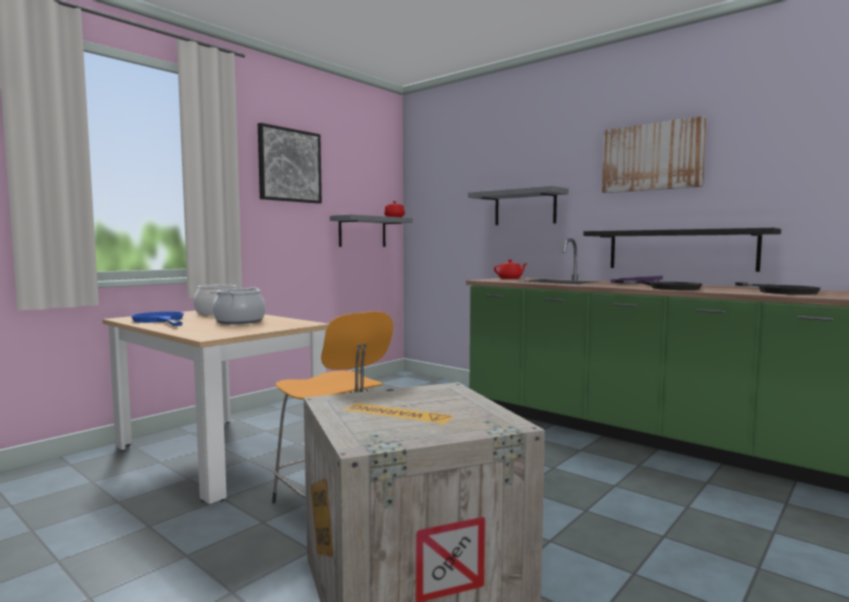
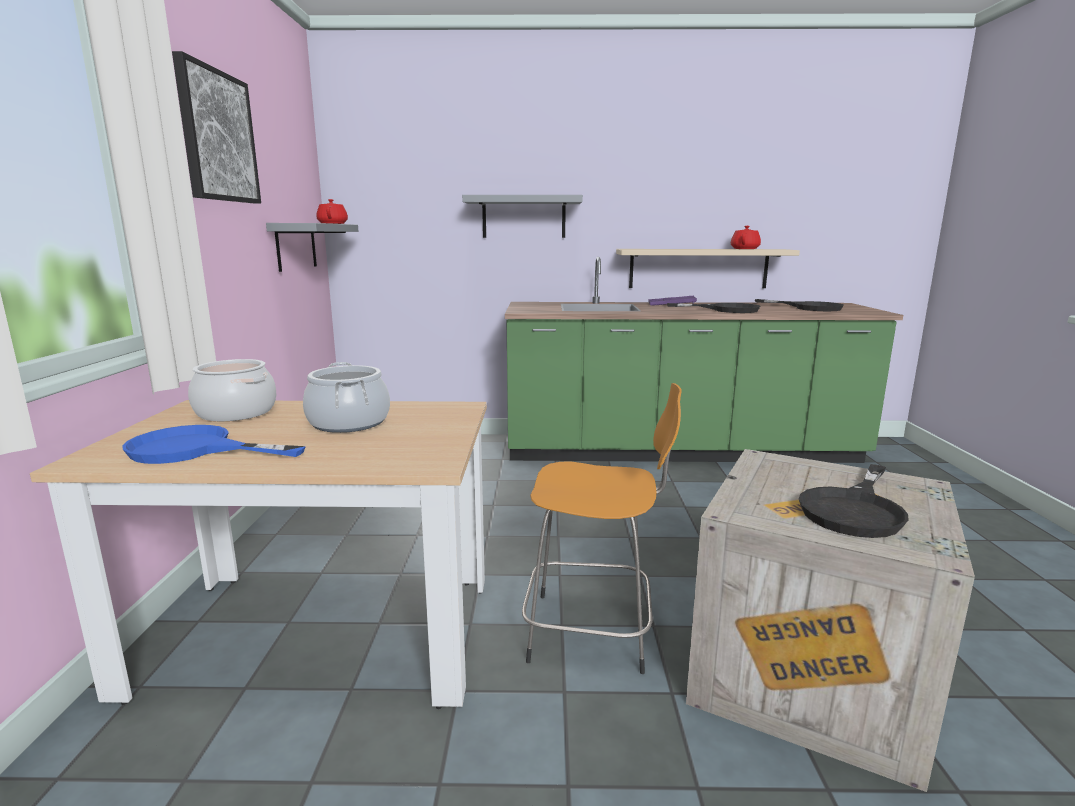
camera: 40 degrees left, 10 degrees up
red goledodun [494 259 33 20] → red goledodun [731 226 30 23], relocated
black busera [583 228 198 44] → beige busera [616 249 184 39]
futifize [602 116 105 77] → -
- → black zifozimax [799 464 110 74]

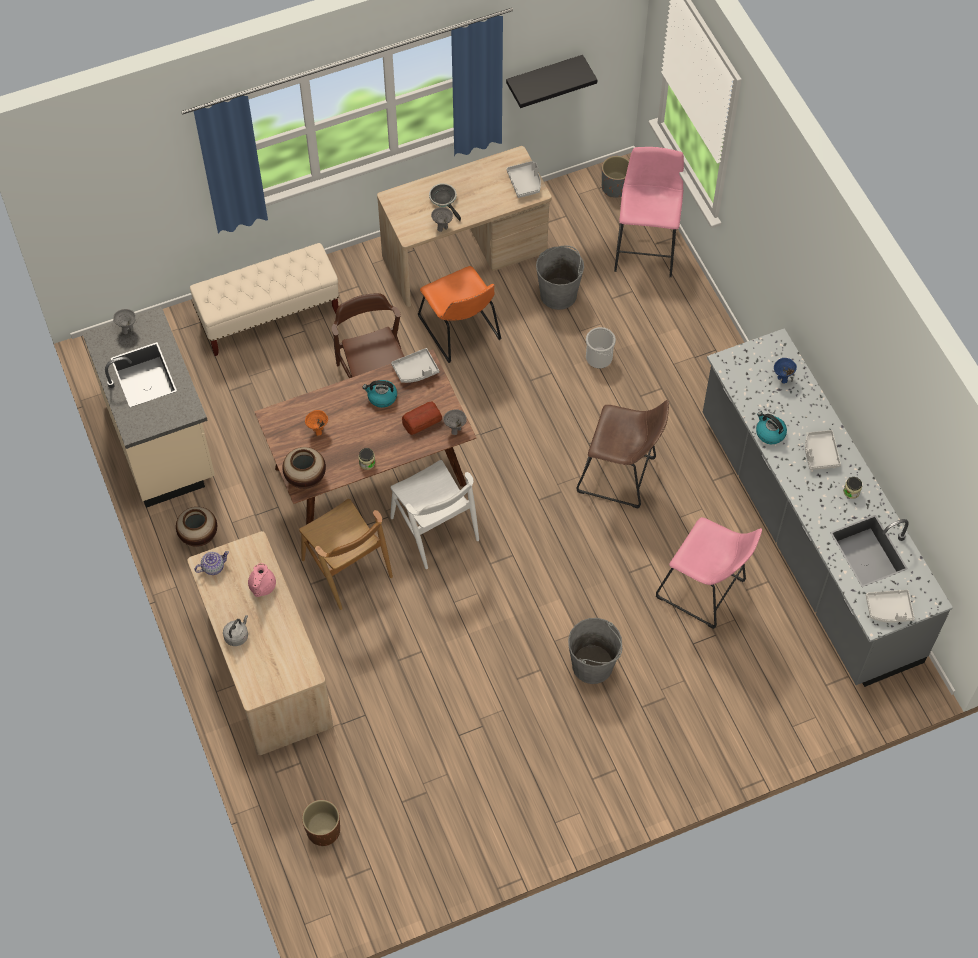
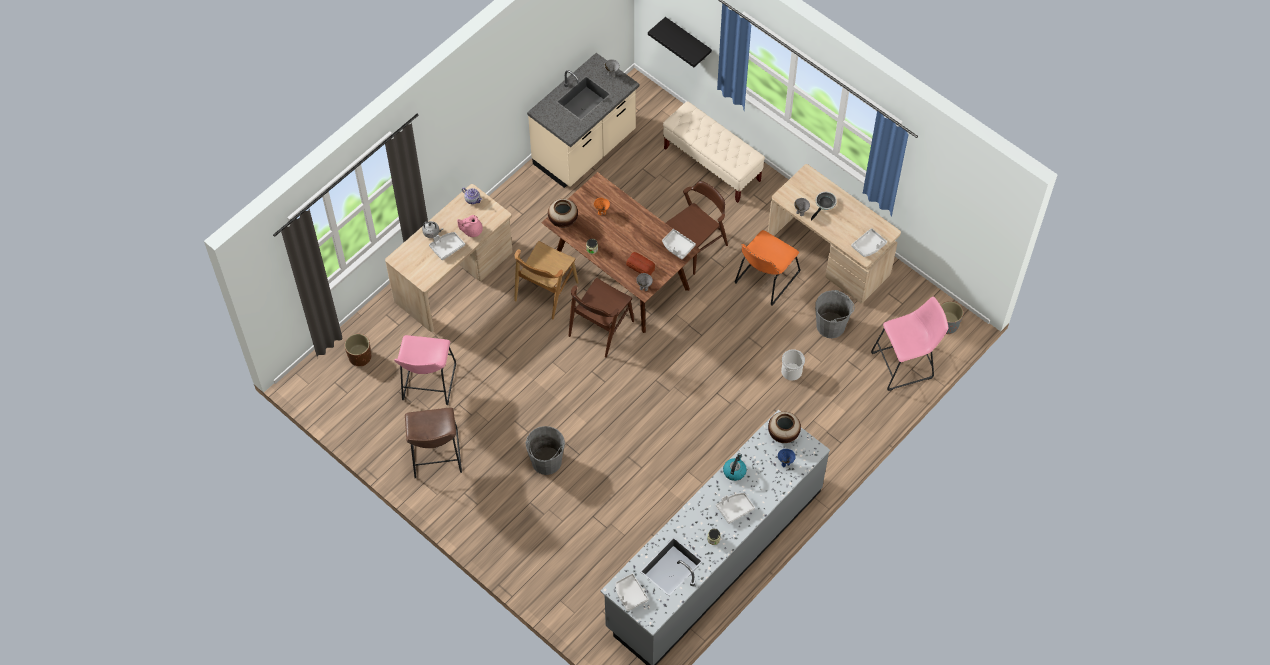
camera: 65 degrees right, 0 degrees up
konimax [176 507 41 40] → konimax [768 412 33 31], relocated
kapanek [362 380 35 28] → -
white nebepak [390 460 89 109] → brown nebepak [569 278 65 80]
black busera [506 55 91 53] → black busera [648 17 64 50], relocated
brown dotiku [577 400 92 108] → brown dotiku [405 408 57 70], relocated
pink dotiku [656 517 106 112] → pink dotiku [394 335 62 70], relocated
- → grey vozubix [429 232 36 28]

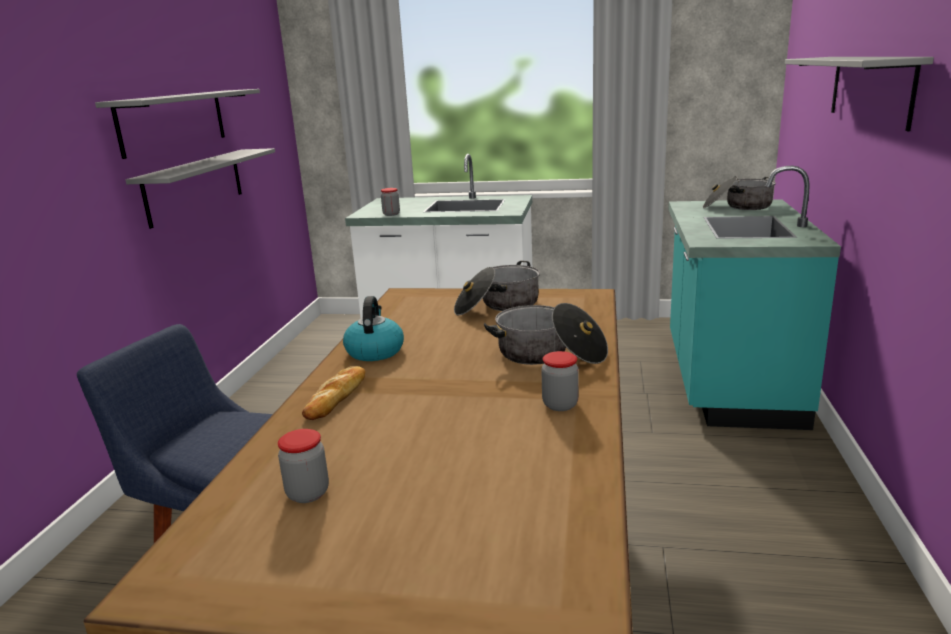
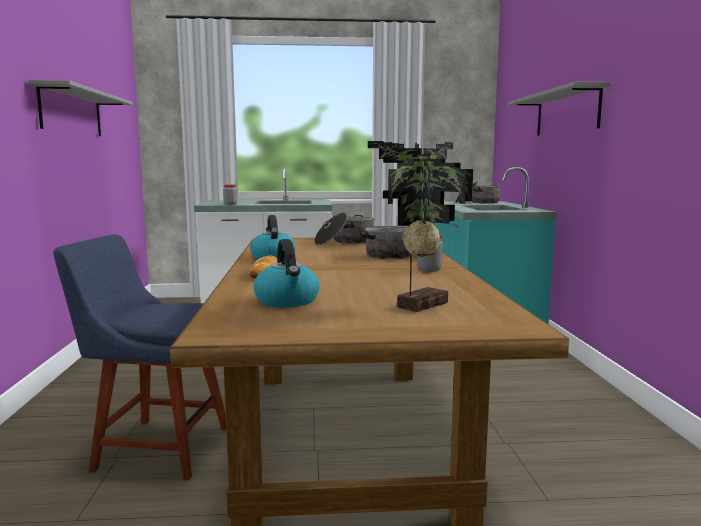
camera: 15 degrees left, 10 degrees down
grey busera [125 148 150 81] → -
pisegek [278 429 51 74] → kapanek [254 239 66 68]
- → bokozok [368 141 105 171]

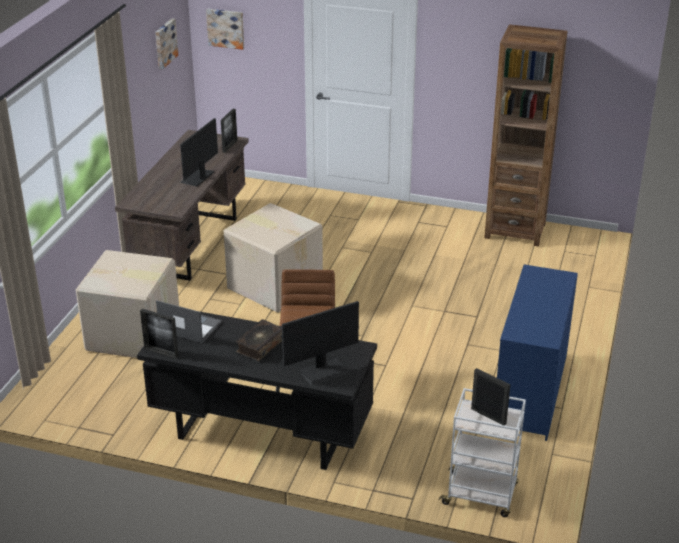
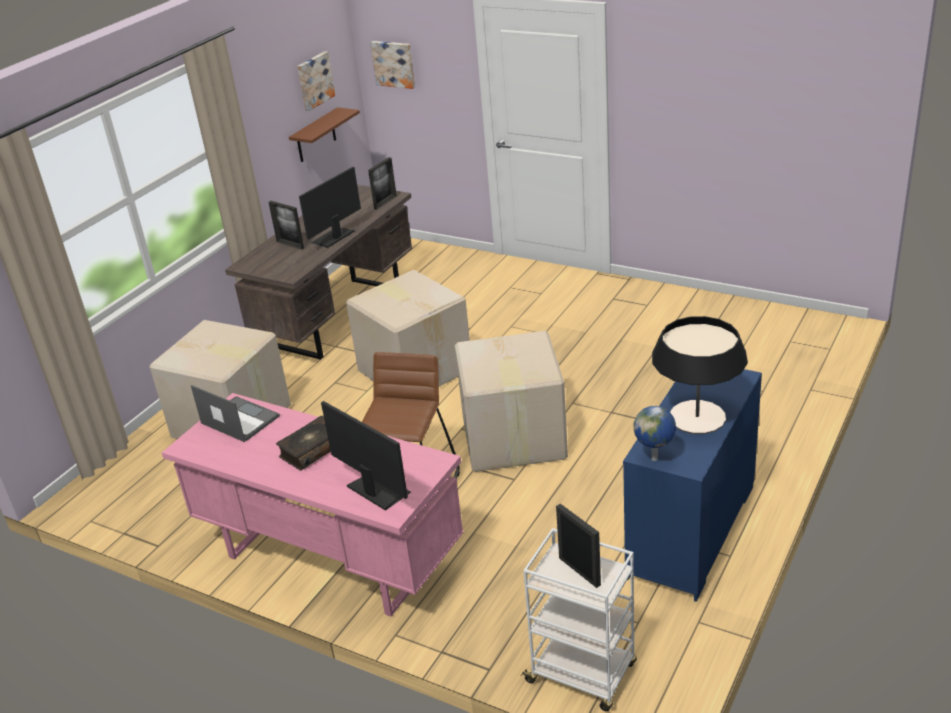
camera: 15 degrees right, 0 degrees up
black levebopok [137 311 240 159] → pink levebopok [162 393 301 224]
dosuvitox [140 309 39 50] → dosuvitox [269 201 35 49], relocated
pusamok [282 301 77 85] → pusamok [321 401 90 110], 120 degrees counterclockwise
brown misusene [484 25 83 222] → -
- → brown busera [289 107 71 55]
- → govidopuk [455 331 113 141]
- → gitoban [633 406 43 55]
- → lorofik [652 316 96 118]

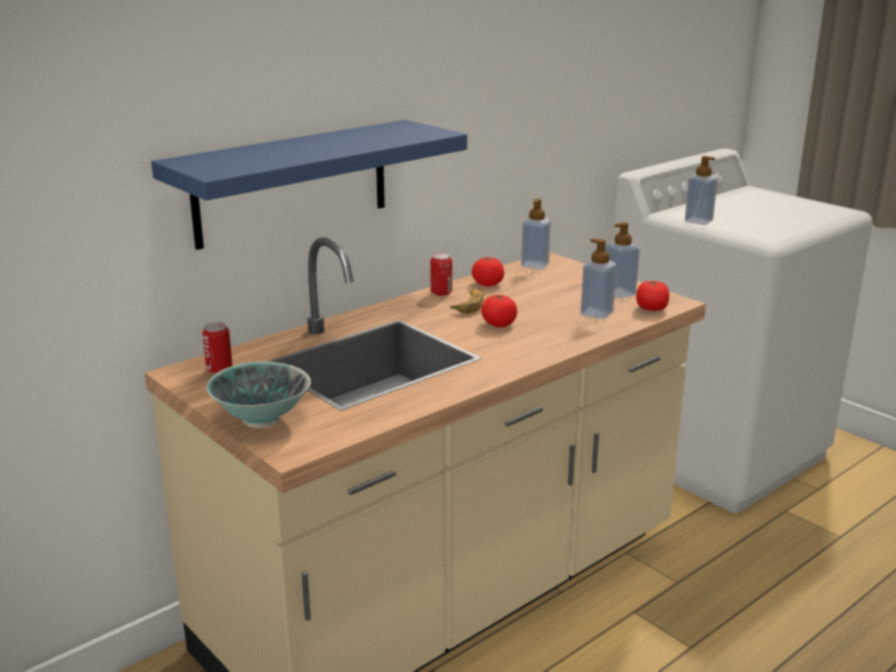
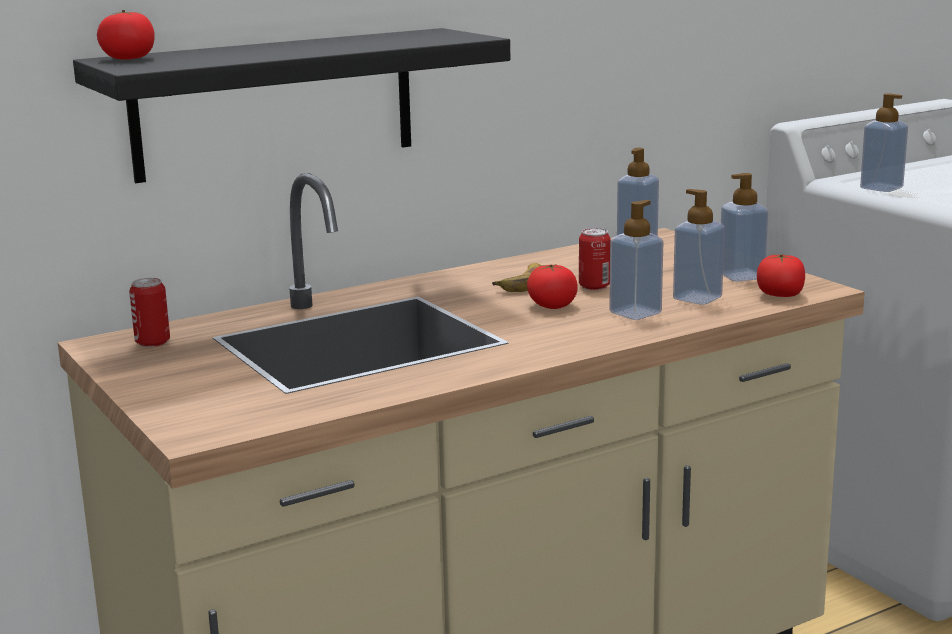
camera: 10 degrees right, 5 degrees down
blue busera [151 120 316 130] → black busera [73 28 437 155]
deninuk [207 361 104 67] → -
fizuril [430 253 22 43] → fizuril [579 228 32 62], relocated
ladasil [472 257 32 29] → ladasil [97 10 58 50], relocated
- → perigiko [609 200 54 120]

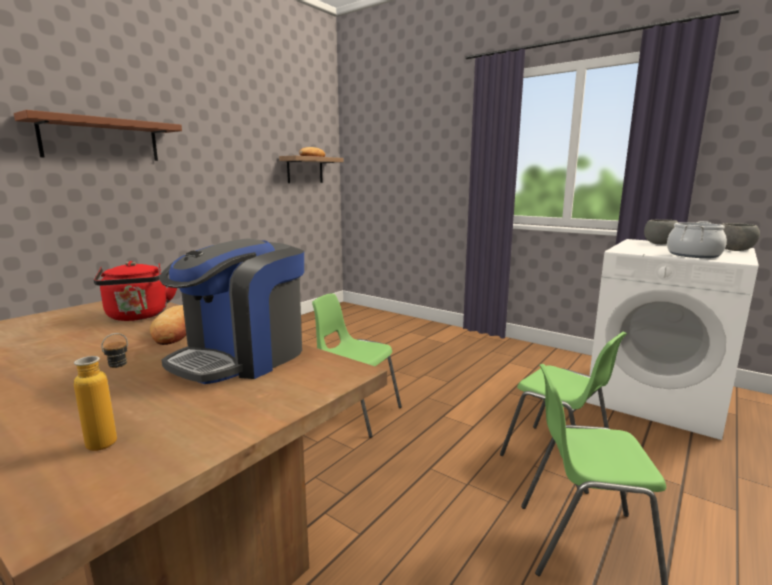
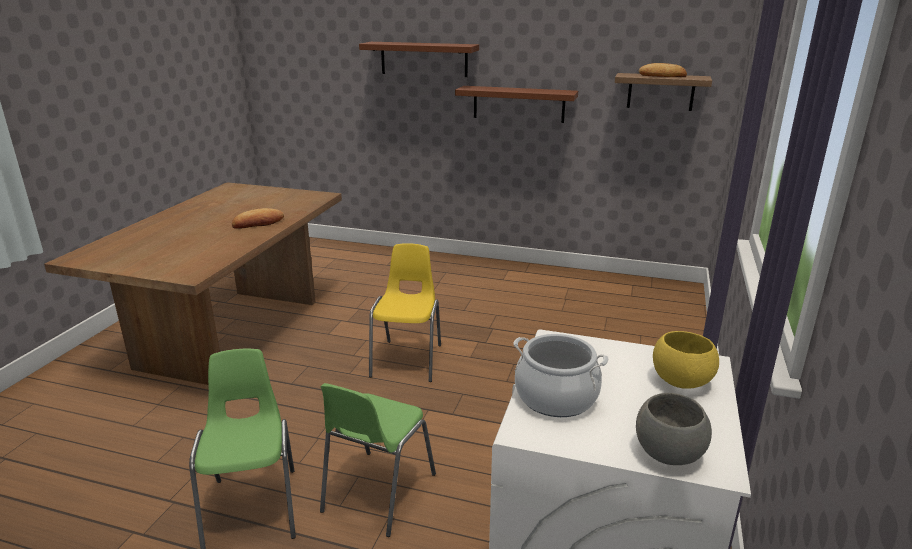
camera: 70 degrees right, 10 degrees up
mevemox [74 333 54 118] → -
red kapanek [94 261 83 60] → -
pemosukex [159 239 145 145] → -
green nebepak [312 293 90 145] → yellow nebepak [369 243 72 139]
grey deninuk [644 219 34 25] → yellow deninuk [653 331 66 58]
- → brown busera [455 86 123 37]

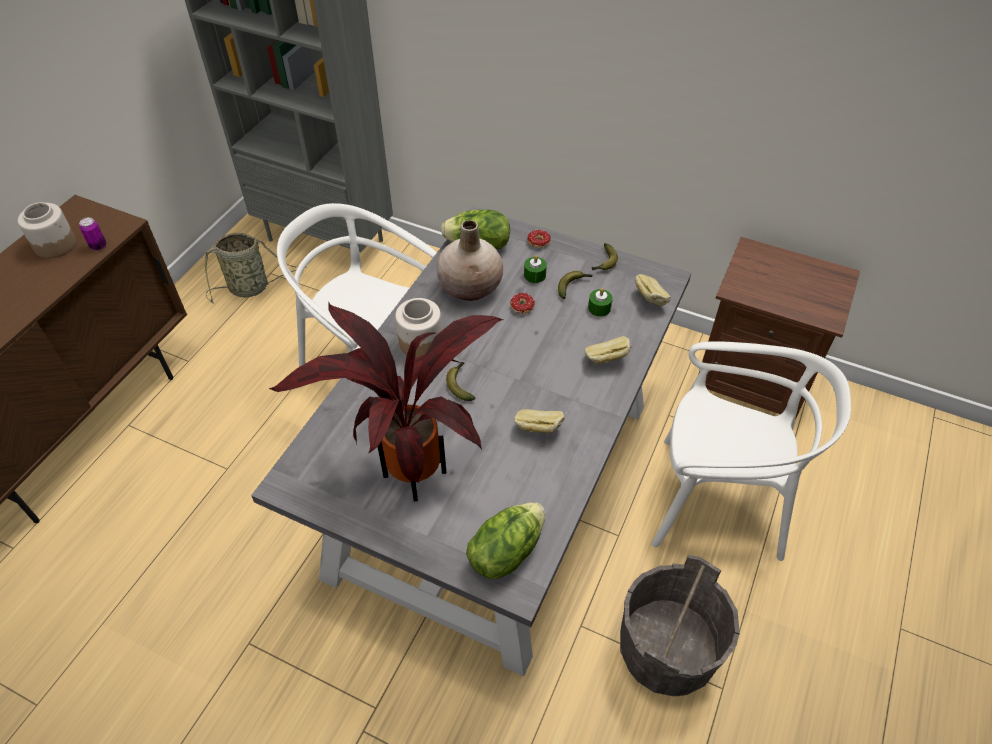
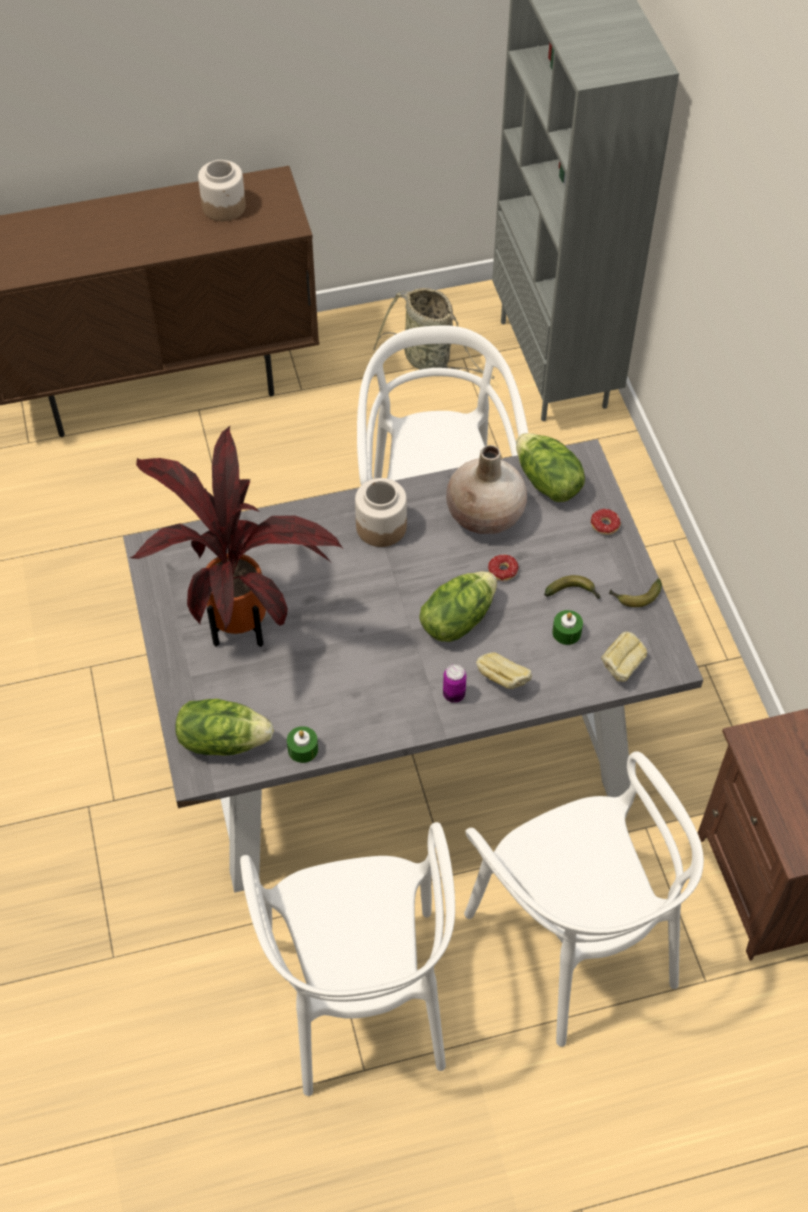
camera: 50 degrees right, 5 degrees up
fizuril [79 217 27 33] → fizuril [443 664 24 39], relocated
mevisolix [446 362 29 39] → -
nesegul [514 409 51 25] → -
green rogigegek [524 255 23 28] → green rogigegek [287 726 31 37], relocated
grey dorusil [620 555 120 141] → white nebepak [240 822 215 274]
- → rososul [420 571 77 71]

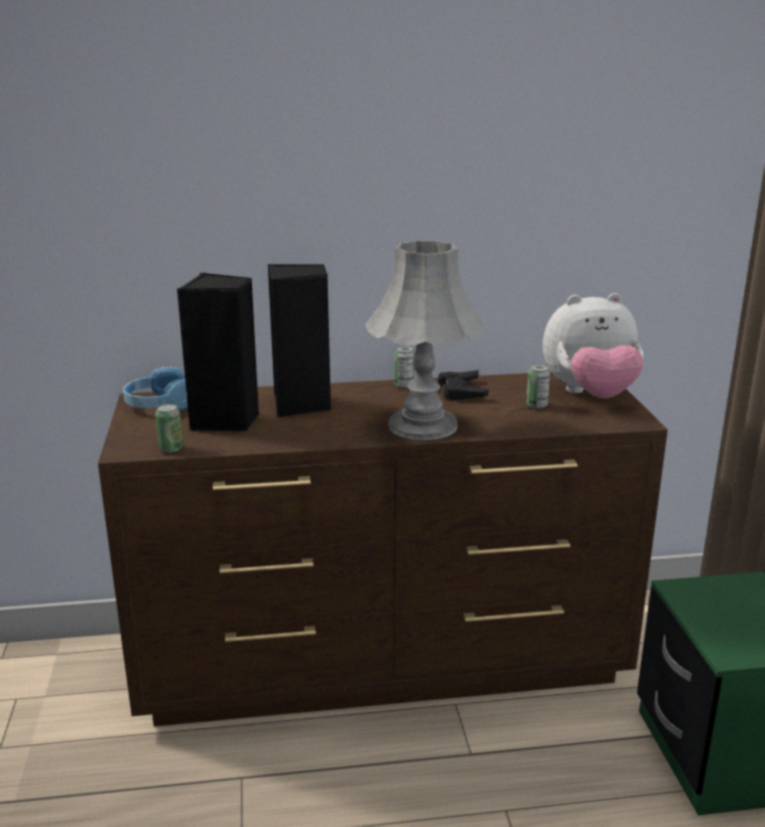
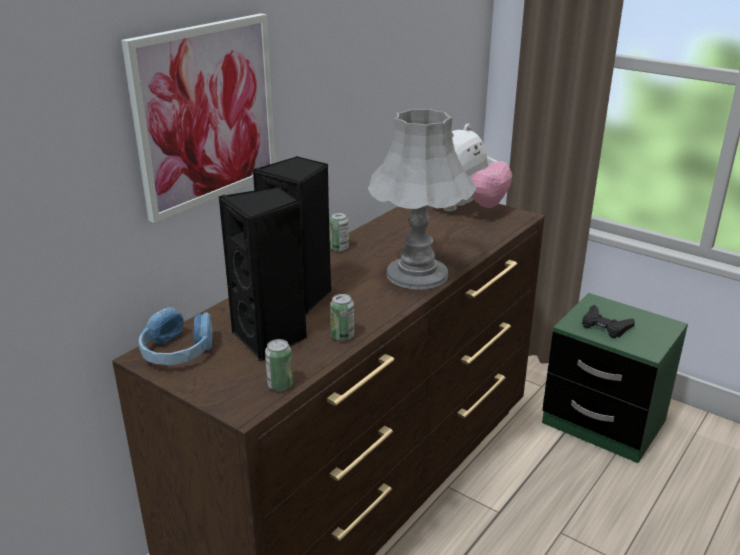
camera: 45 degrees left, 5 degrees up
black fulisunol [438 370 50 30] → black fulisunol [582 305 53 33], relocated
fizuril [526 365 24 44] → fizuril [330 294 24 47], relocated
- → futifize [121 13 155 210]

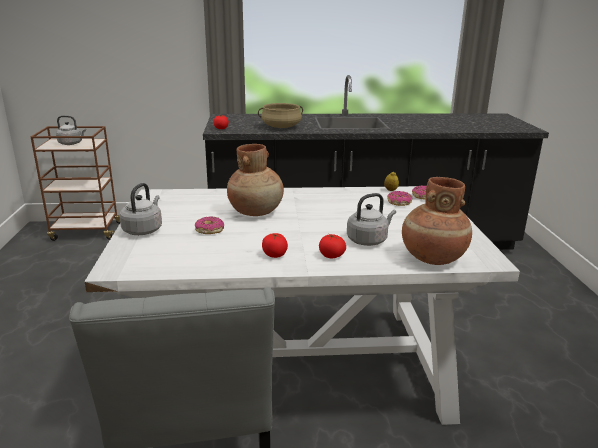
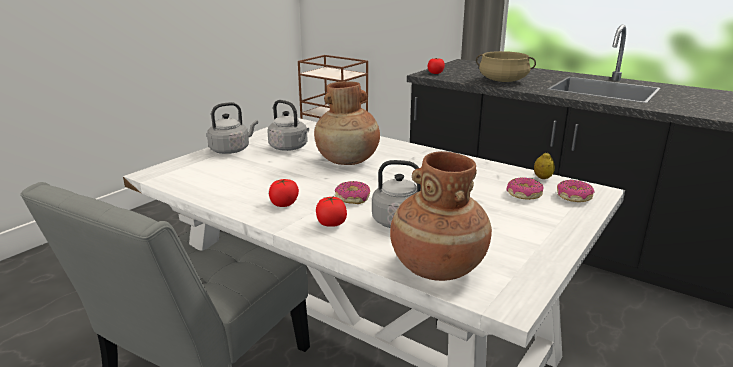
camera: 40 degrees right, 0 degrees up
grey kapanek [56 115 30 30] → grey kapanek [268 100 41 51], relocated
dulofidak [195 217 29 17] → dulofidak [335 181 35 23], relocated

